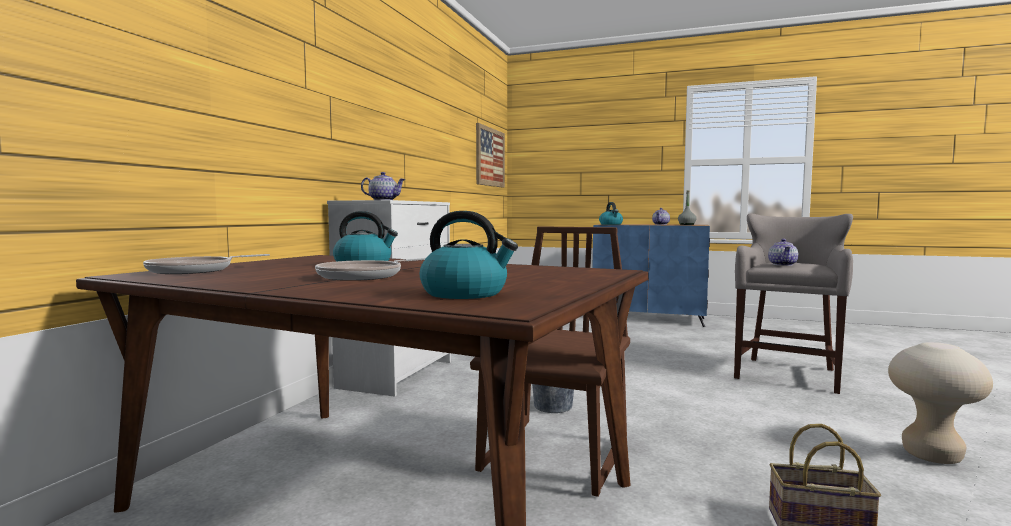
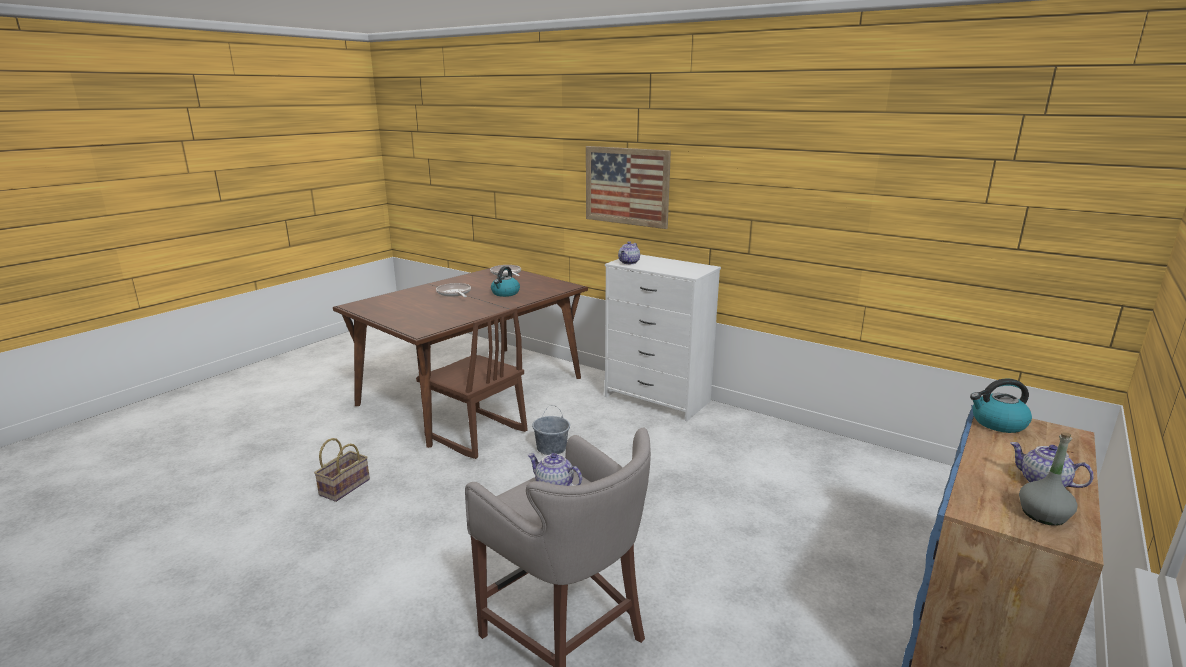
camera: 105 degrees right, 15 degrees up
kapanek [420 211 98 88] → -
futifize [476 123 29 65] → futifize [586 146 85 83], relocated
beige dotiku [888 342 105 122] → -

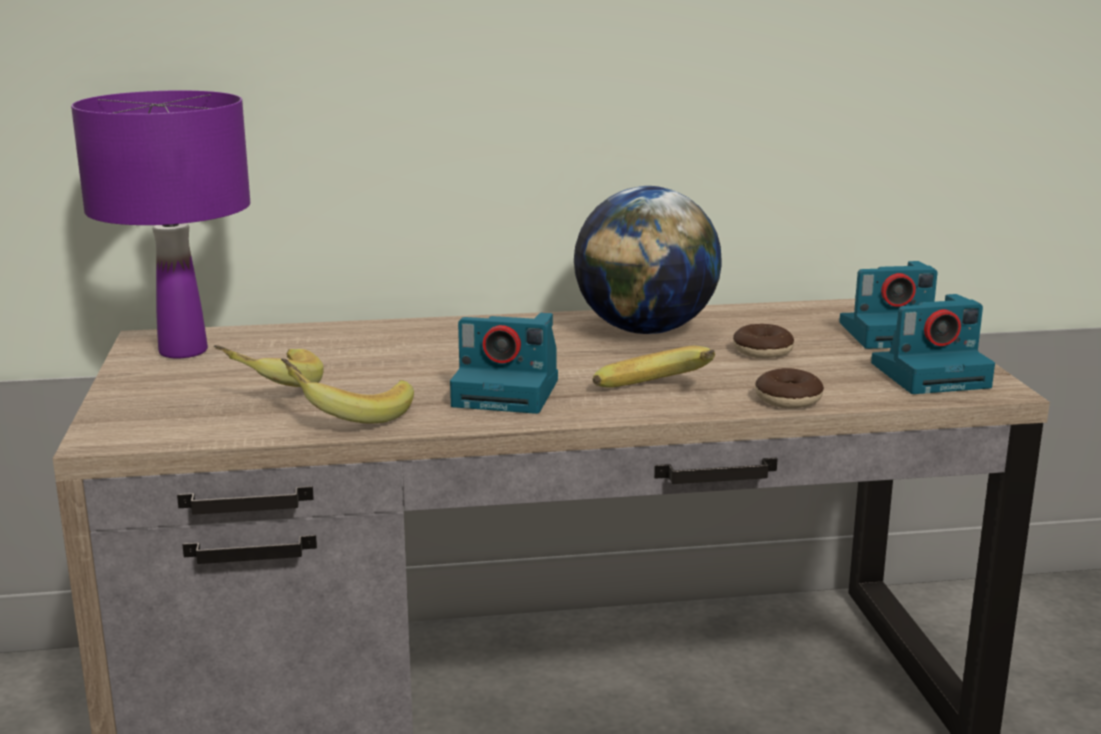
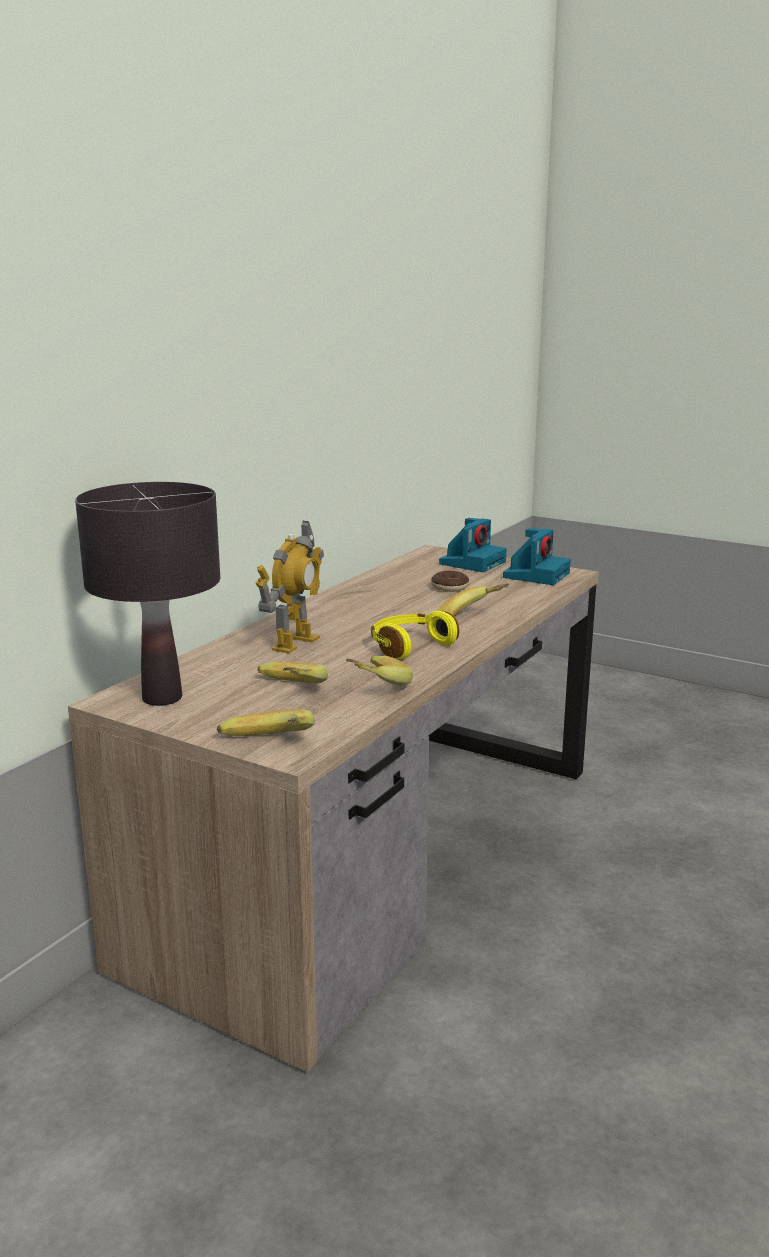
camera: 50 degrees left, 0 degrees up
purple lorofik [71 90 179 268] → black lorofik [75 482 145 224]
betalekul [450 313 108 101] → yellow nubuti [371 611 88 48]
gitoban [574 186 148 148] → -
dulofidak [755 368 69 40] → -
- → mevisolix [217 709 98 27]
- → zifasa [256 521 68 133]

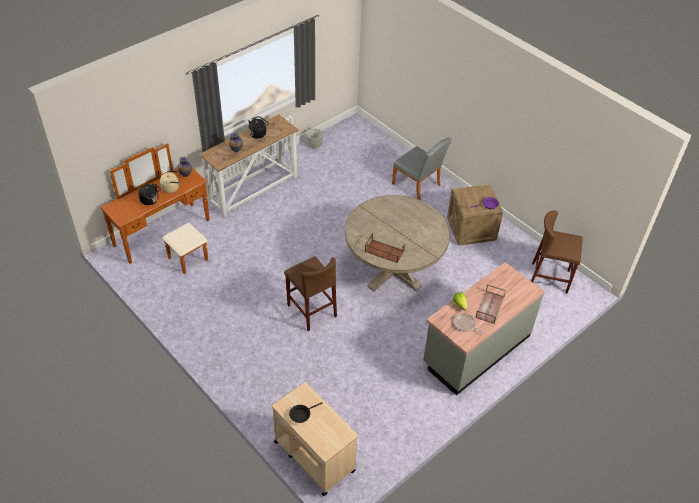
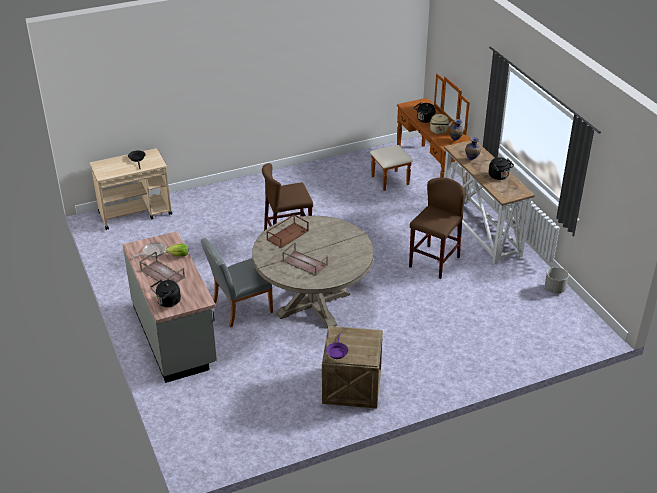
camera: 110 degrees right, 10 degrees down
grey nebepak [392 137 60 63] → grey nebepak [201 238 72 89], relocated
brown dotiku [531 210 52 84] → brown dotiku [409 177 56 102], relocated
- → black kapanek [151 280 30 27]
- → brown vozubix [282 242 46 34]

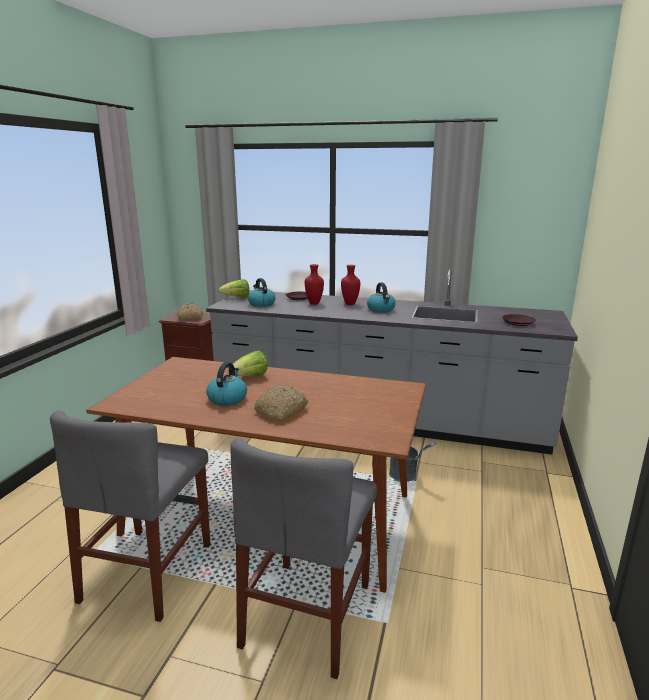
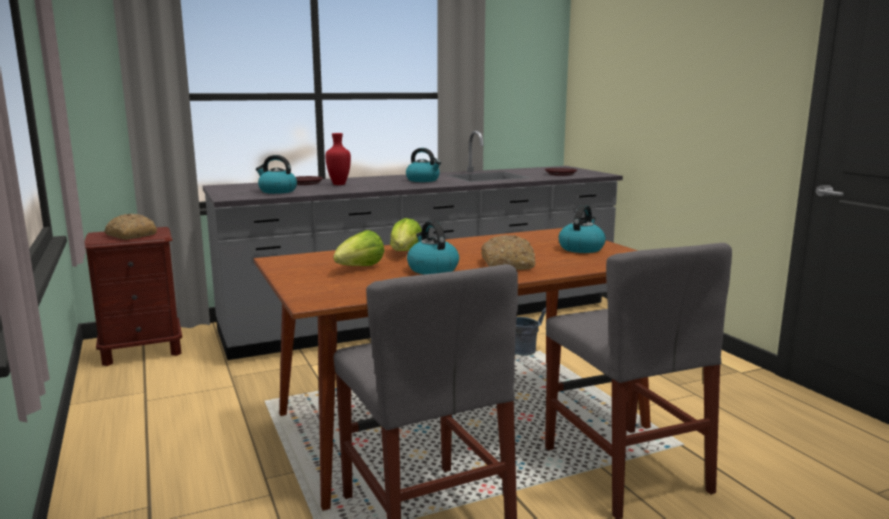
camera: 40 degrees left, 5 degrees down
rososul [218 279 31 19] → rososul [333 230 52 36], relocated
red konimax [341 265 19 40] → -
- → kapanek [559 205 47 48]

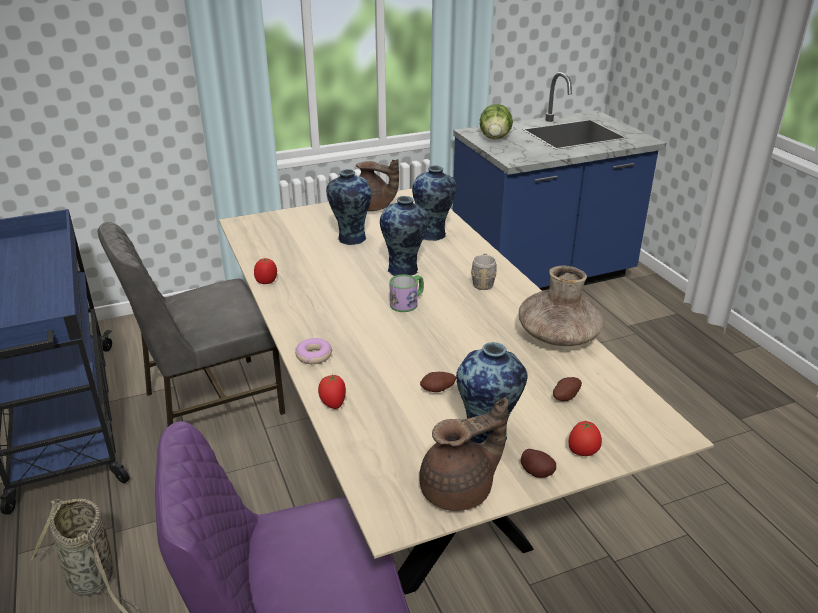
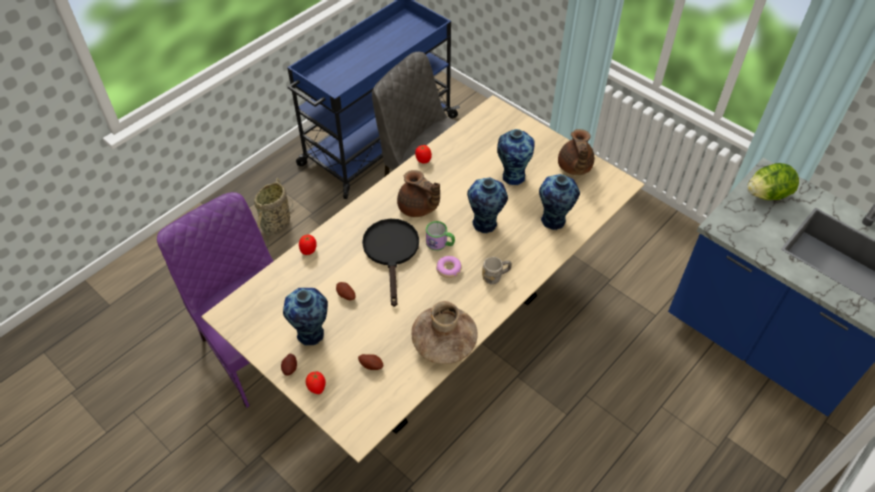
camera: 65 degrees right, 20 degrees up
dulofidak [295 338 37 26] → dulofidak [436 256 26 22], relocated
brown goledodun [419 397 89 114] → brown goledodun [397 170 43 47], relocated
- → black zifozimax [362 219 57 88]

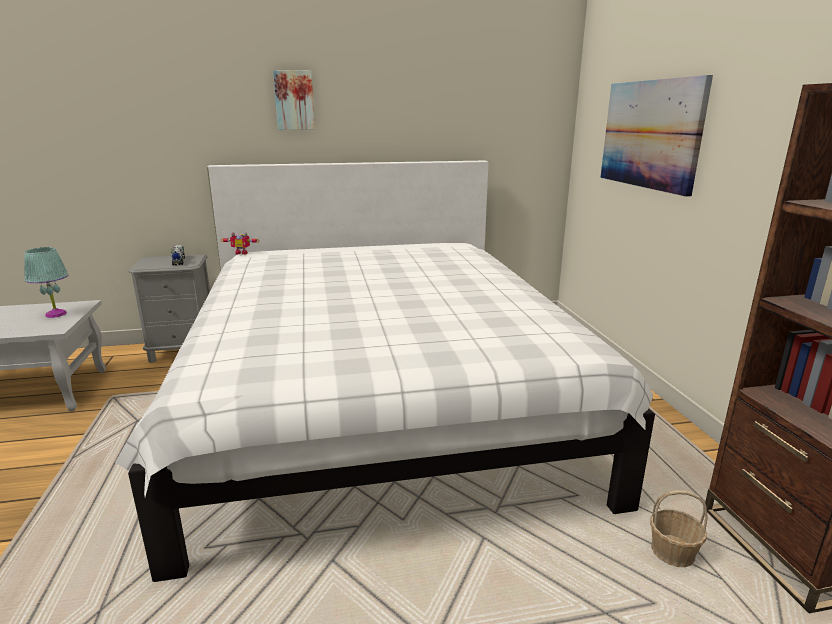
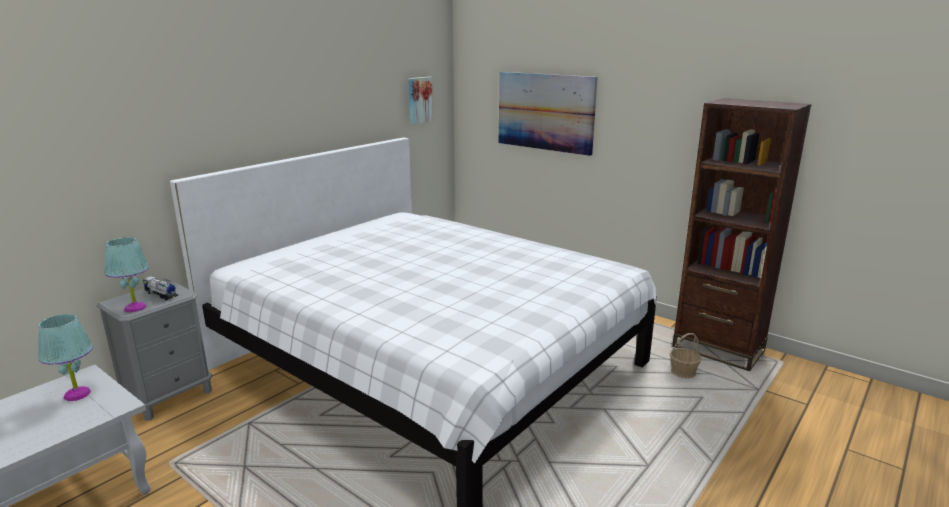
camera: 40 degrees left, 0 degrees up
zifasa [221 232 38 23] → -
futifize [273 70 42 60] → futifize [408 77 25 47], relocated
- → turquoise lorofik [105 237 44 75]

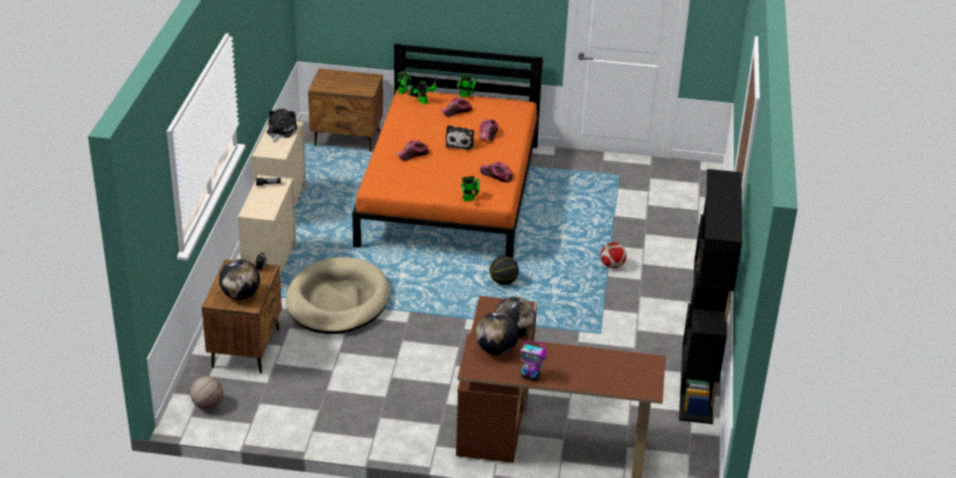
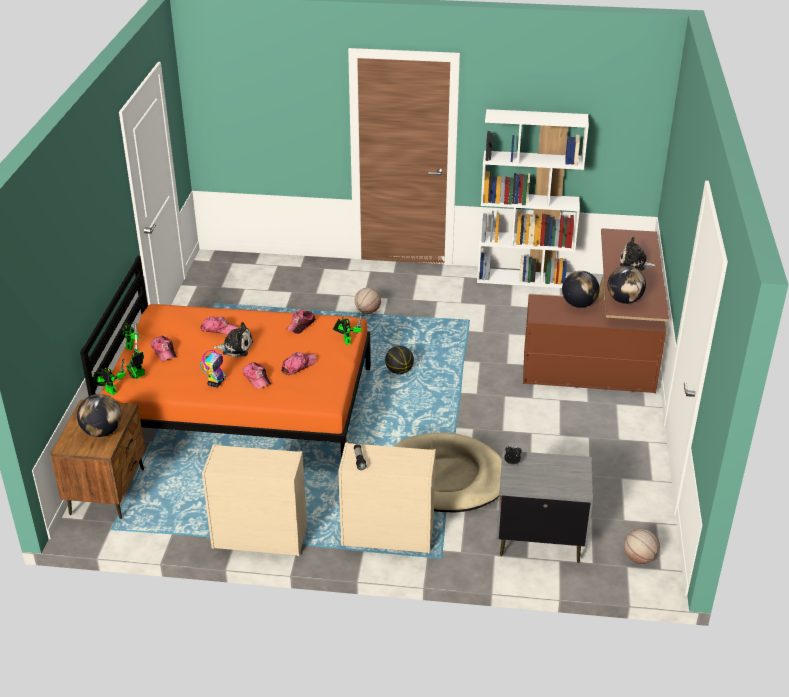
camera: 90 degrees left, 0 degrees up
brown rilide [202 259 80 115] → grey rilide [497 450 96 113]
gitoban [219 259 41 41] → gitoban [77 394 44 43], relocated
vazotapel [267 109 30 34] → vazotapel [620 237 37 34], relocated
zifasa [520 341 26 40] → zifasa [200 349 26 38], relocated
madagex [600 242 27 26] → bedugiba [355 288 26 26]
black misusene [679 169 63 255] → white misusene [477 109 112 179]
- → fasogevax [281 352 36 23]

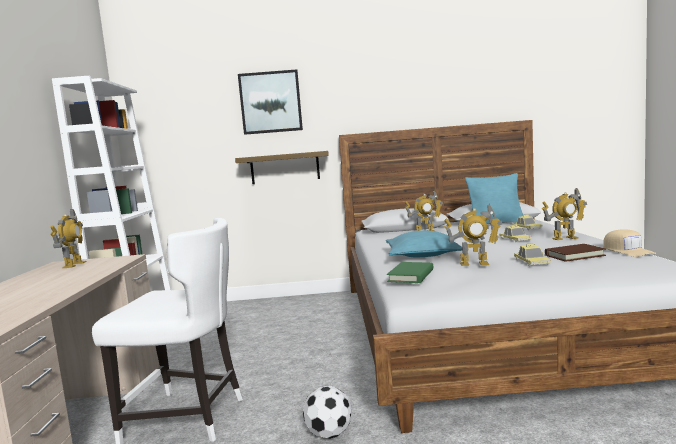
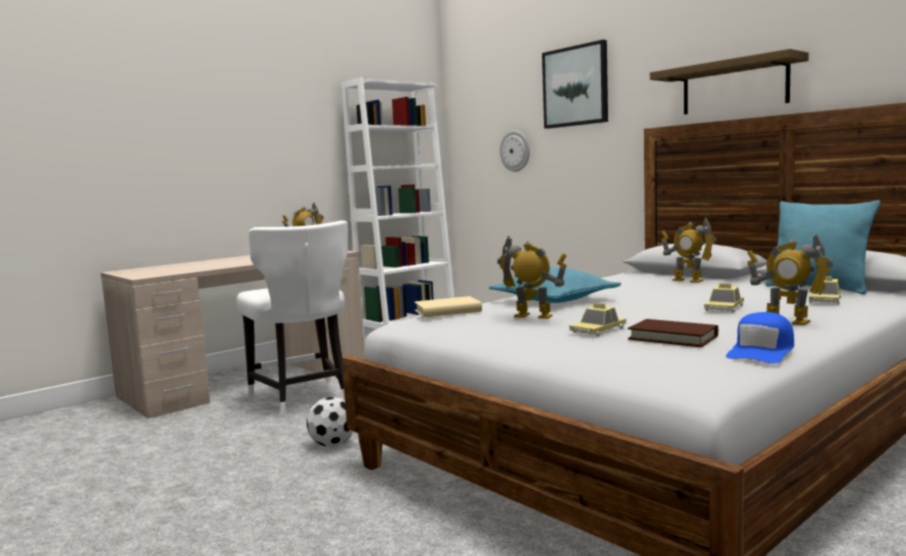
camera: 50 degrees right, 0 degrees up
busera [235 151 94 33] → busera [650 49 159 66], relocated
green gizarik [387 262 46 21] → beige gizarik [414 296 68 21]
zifasa [444 204 58 62] → zifasa [497 236 70 83], 150 degrees clockwise
beige fasogevax [603 229 54 28] → blue fasogevax [726 312 68 51]
- → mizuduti [500 130 30 42]

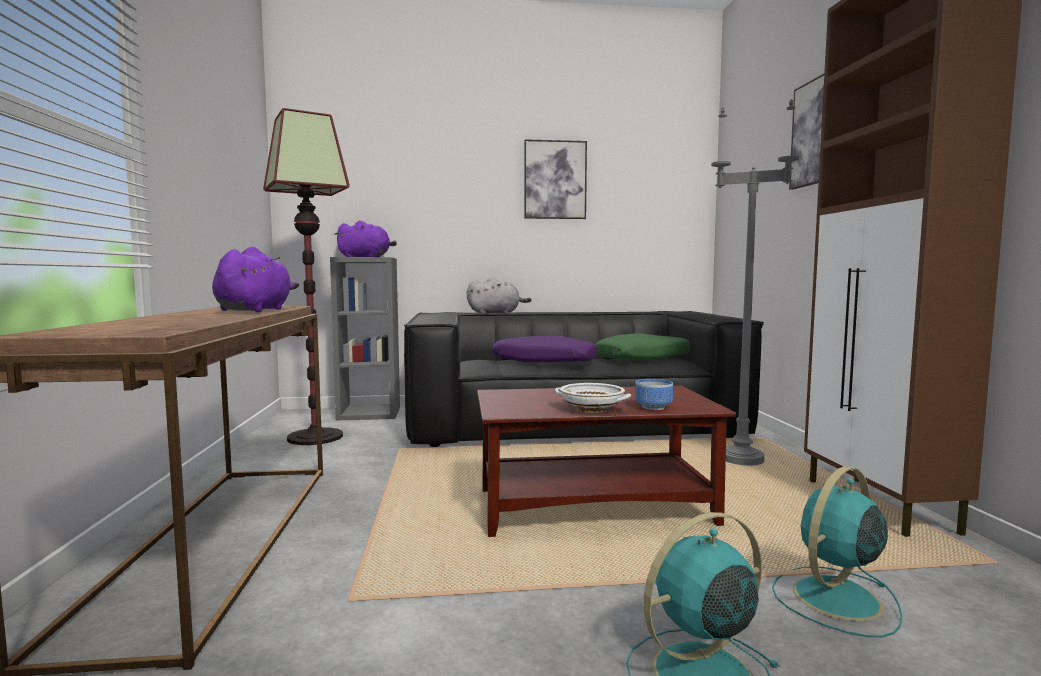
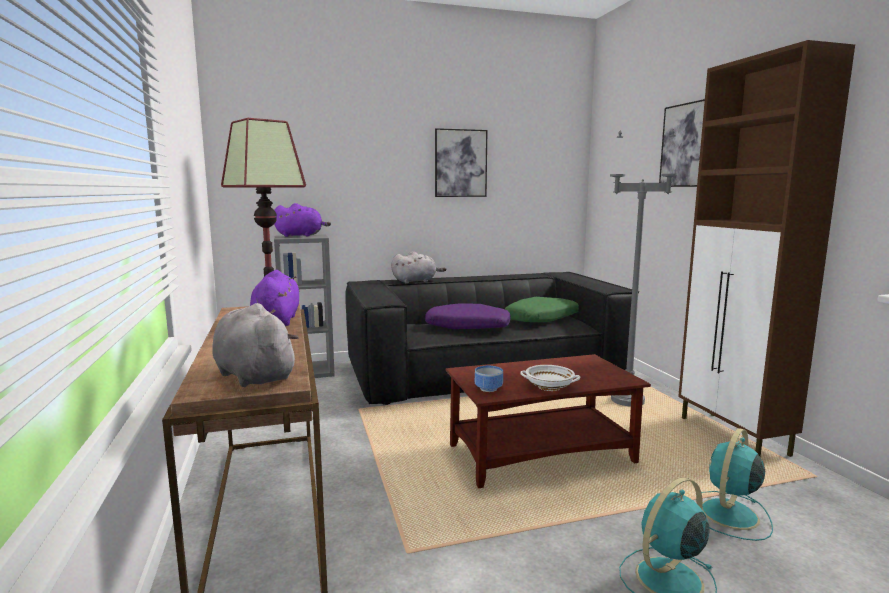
camera: 10 degrees left, 5 degrees up
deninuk [635 379 38 31] → deninuk [475 366 28 26], relocated
- → grey vazotapel [212 303 87 84]

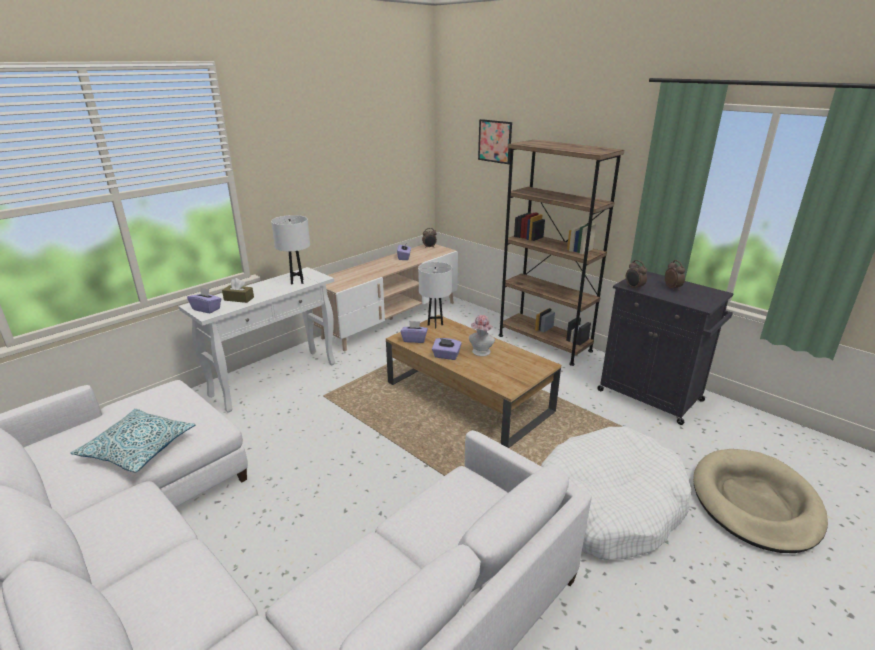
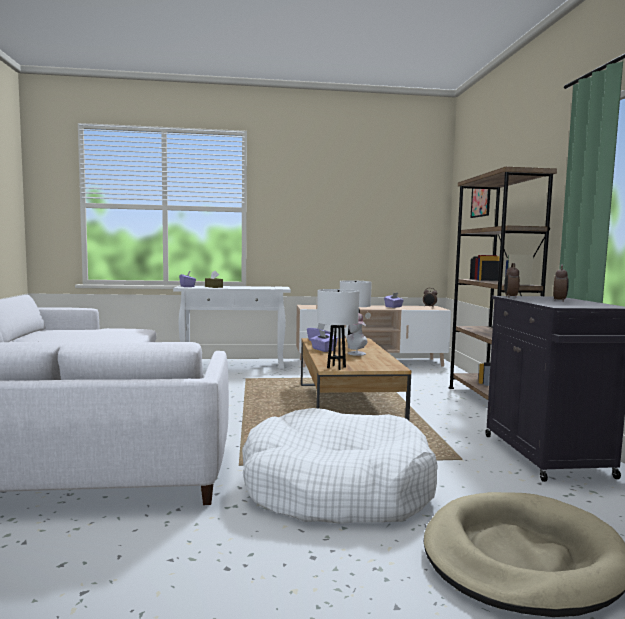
camera: 40 degrees right, 20 degrees down
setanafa [70 409 126 63] → -
white lorofik [271 215 39 70] → white lorofik [317 289 42 81], relocated

